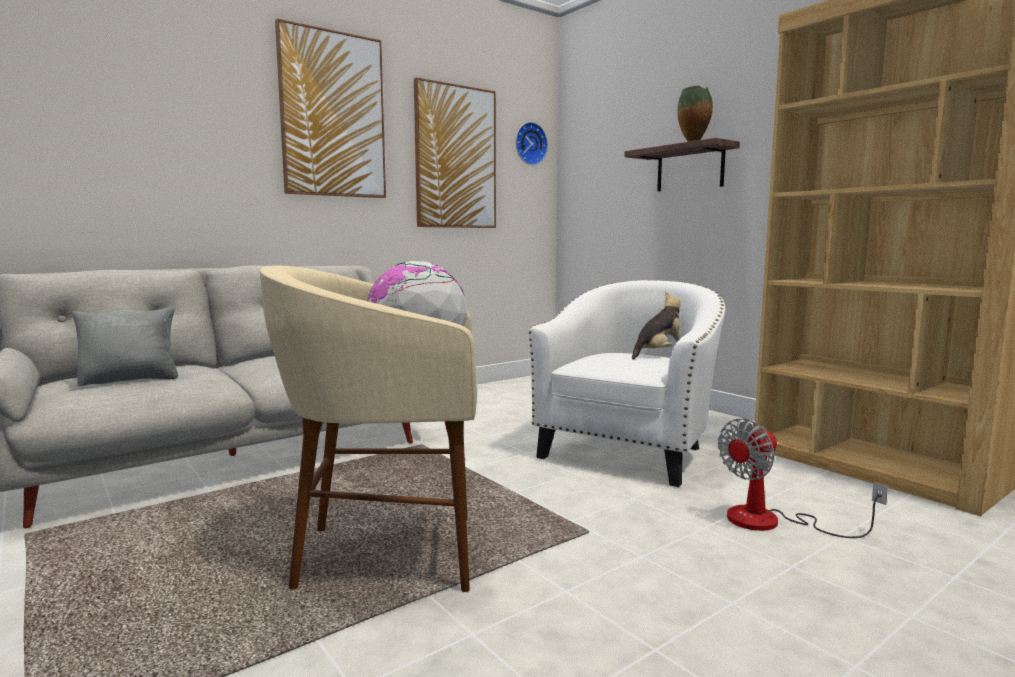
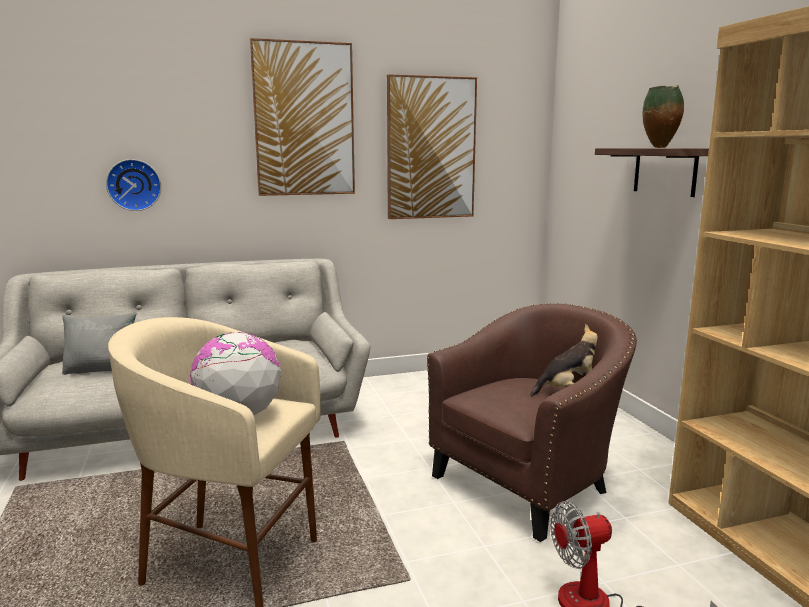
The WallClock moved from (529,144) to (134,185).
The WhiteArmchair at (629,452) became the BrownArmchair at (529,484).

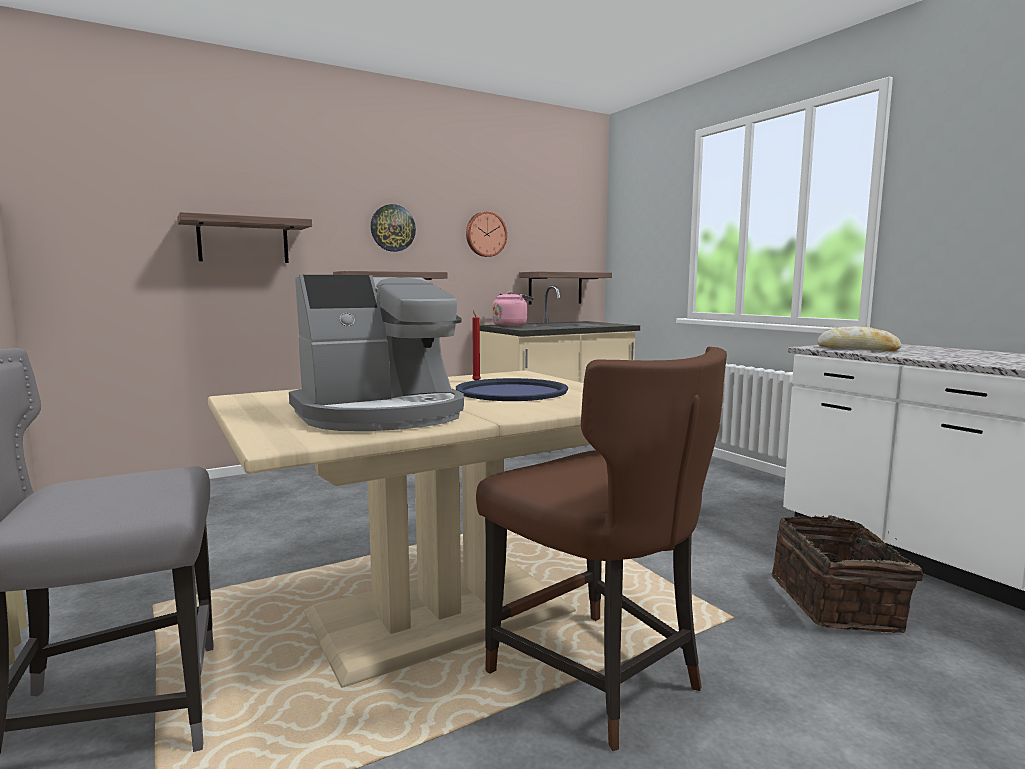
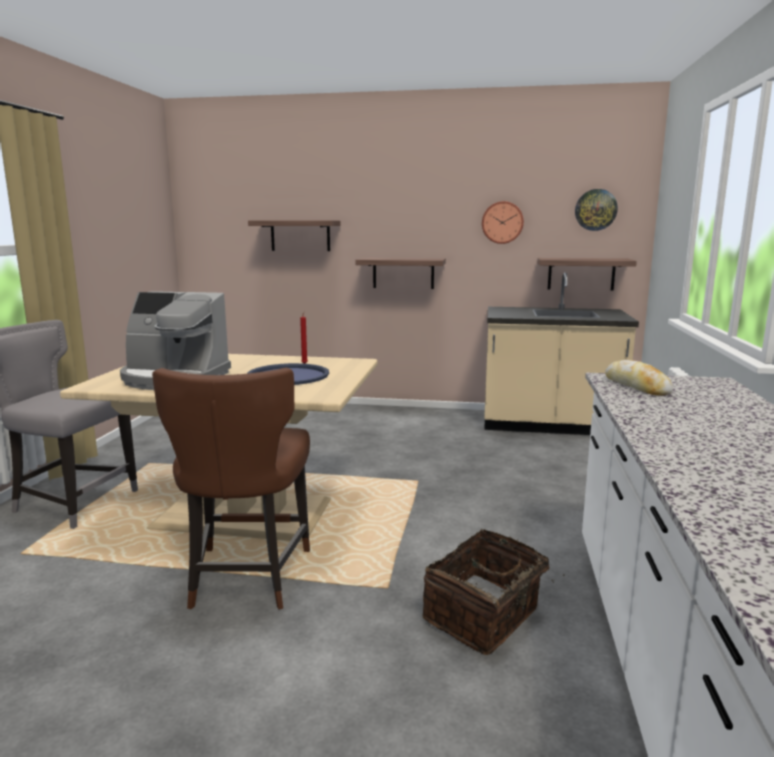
The WallClock moved from (392,228) to (595,210).
The PinkKettle at (511,325) disappeared.

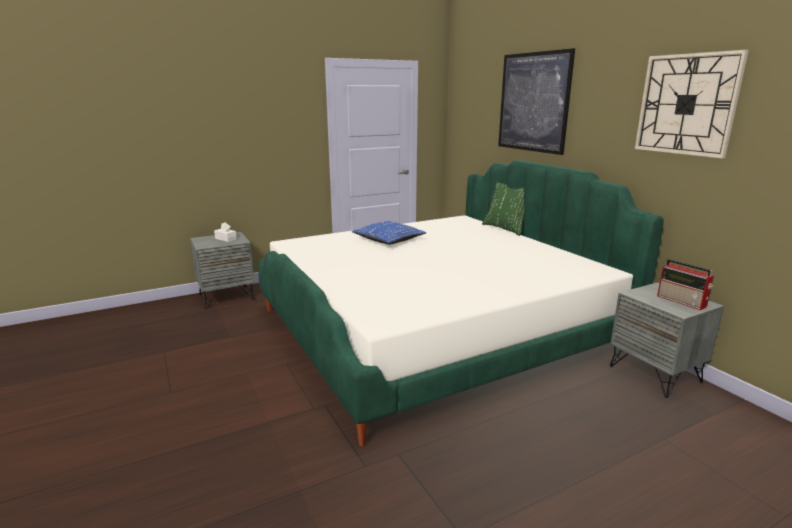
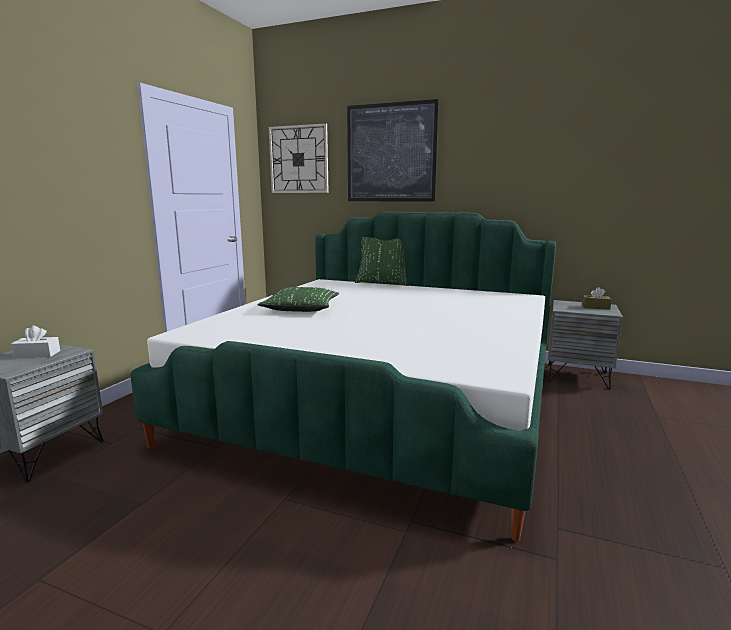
The BluePillow at (388,240) became the GreenPillow at (301,308).
The WallClock moved from (686,104) to (299,159).
The Radio at (682,301) was replaced by the BrownTissueBox at (595,307).

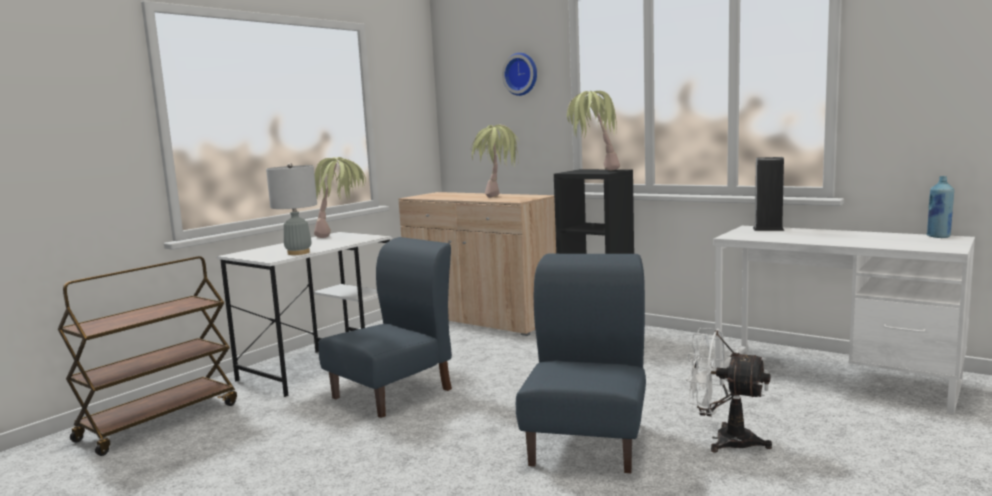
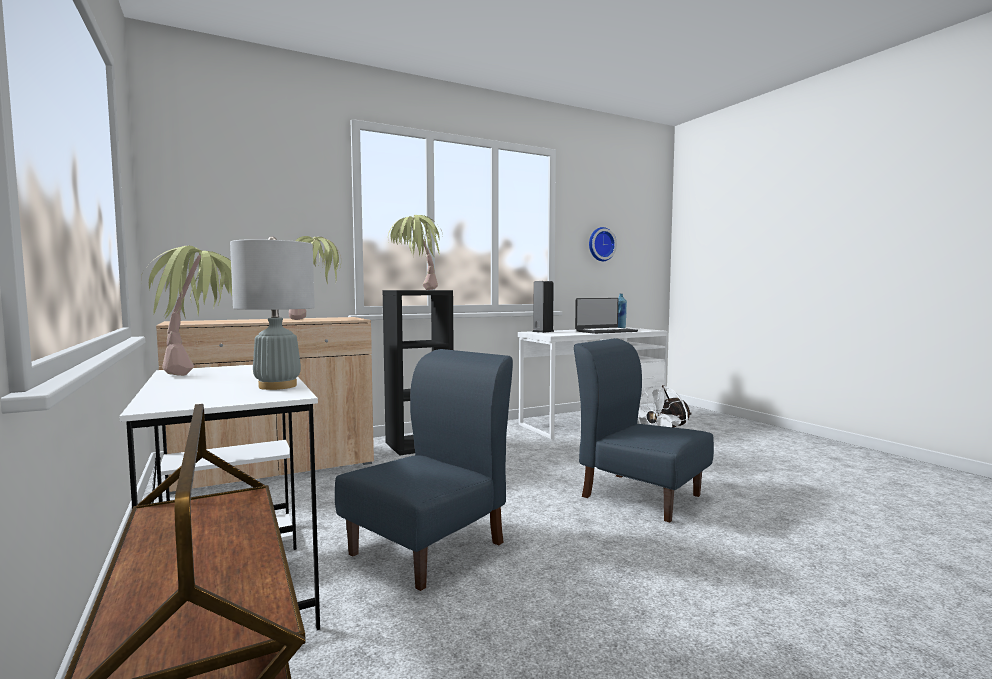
The BlueChair at (393,393) turned 60 degrees clockwise.
The Laptop at (605,331) appeared.
The WallClock moved from (521,74) to (600,244).

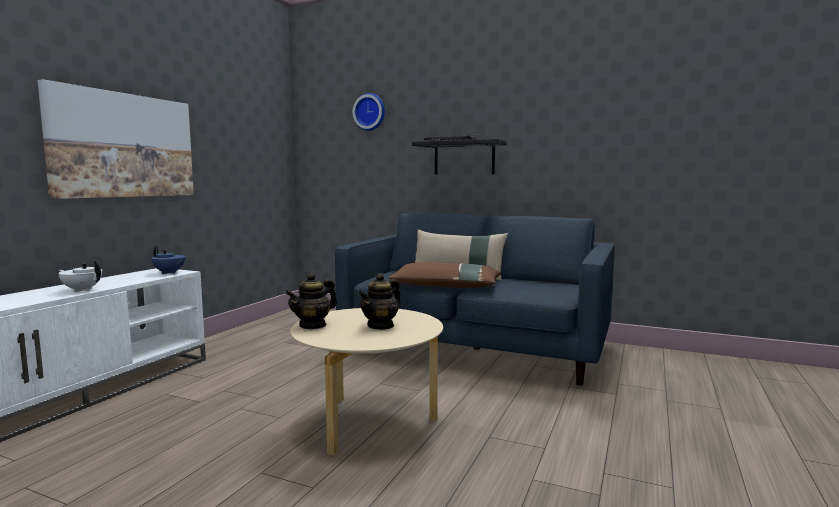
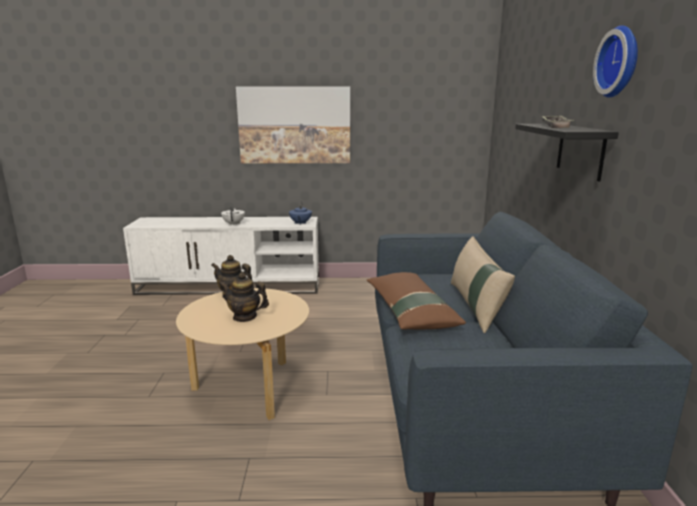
The WallClock moved from (370,112) to (620,62).

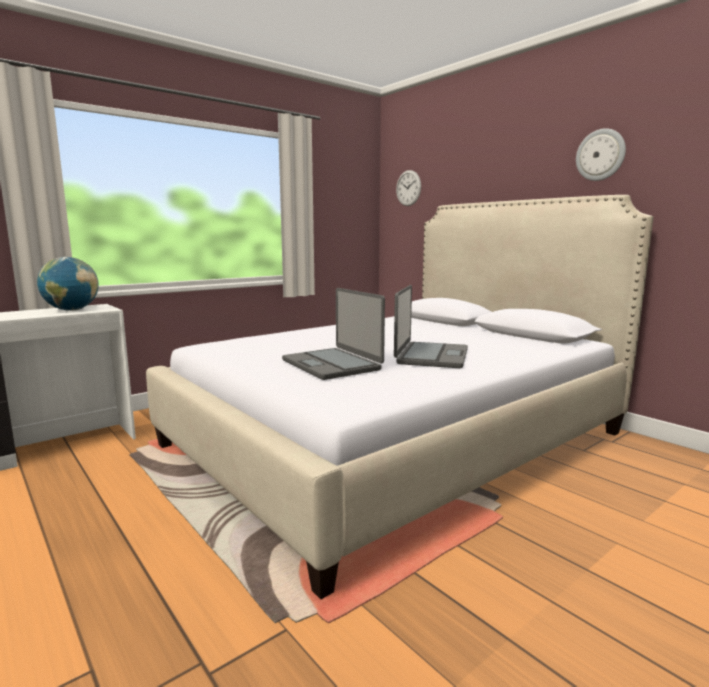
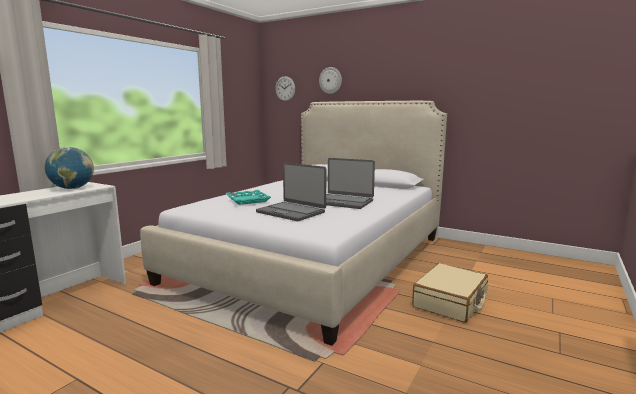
The TurquoiseTray at (247,200) appeared.
The WallClock moved from (600,155) to (330,80).
The Laptop at (431,356) turned 120 degrees clockwise.
The BeigeSuitcase at (450,302) appeared.

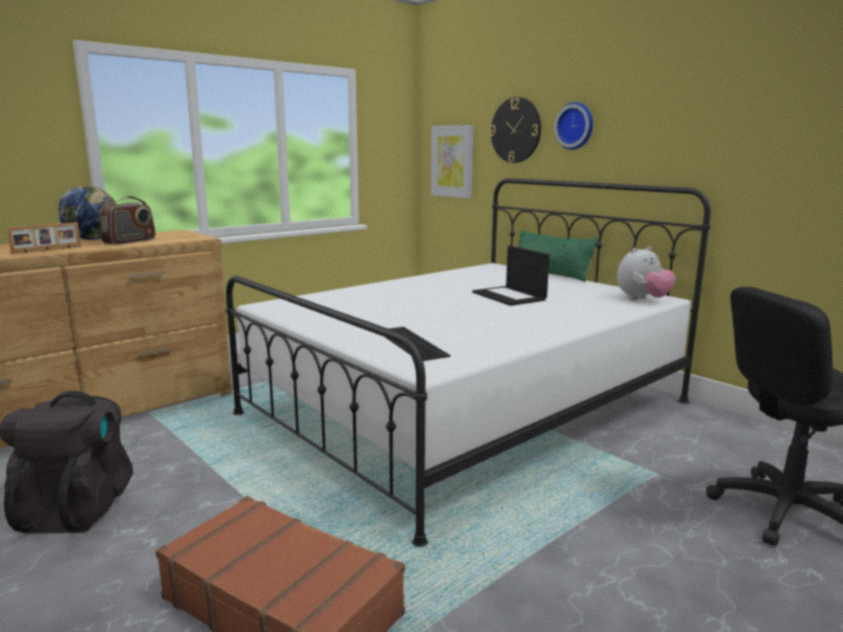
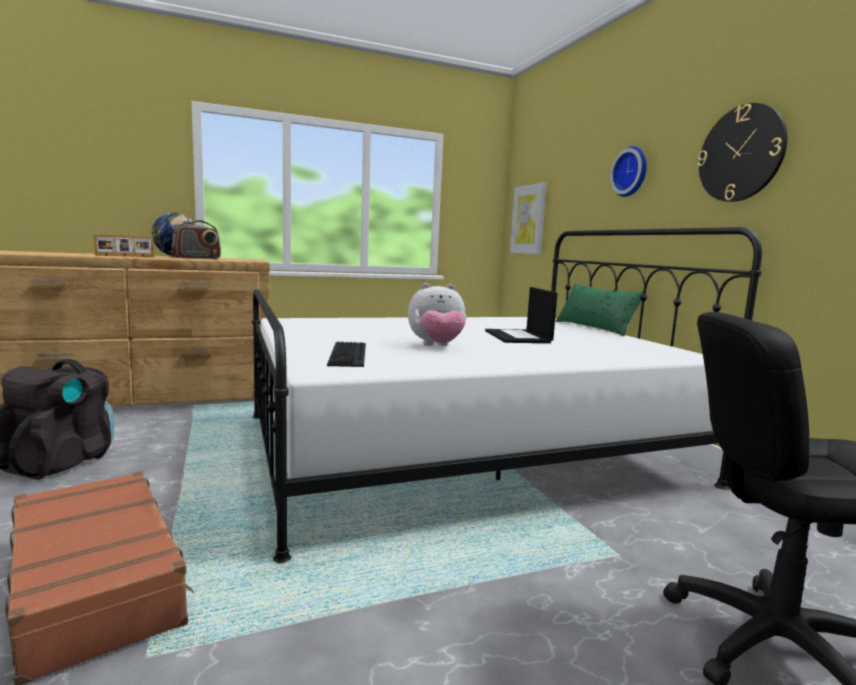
The PlushToy moved from (642,299) to (436,346).
The WallClock moved from (516,130) to (741,153).

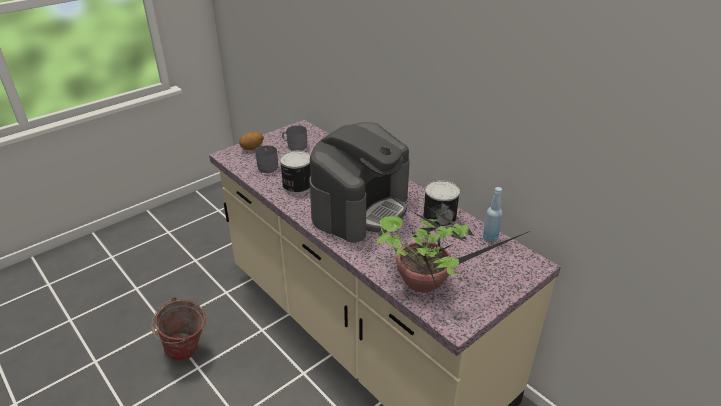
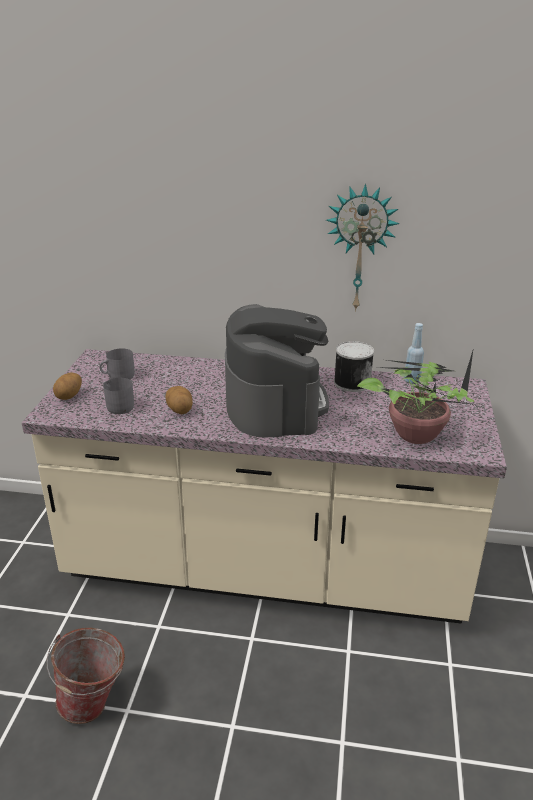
The Can at (297,185) was replaced by the Potato at (180,410).
The WallClock at (360,248) appeared.

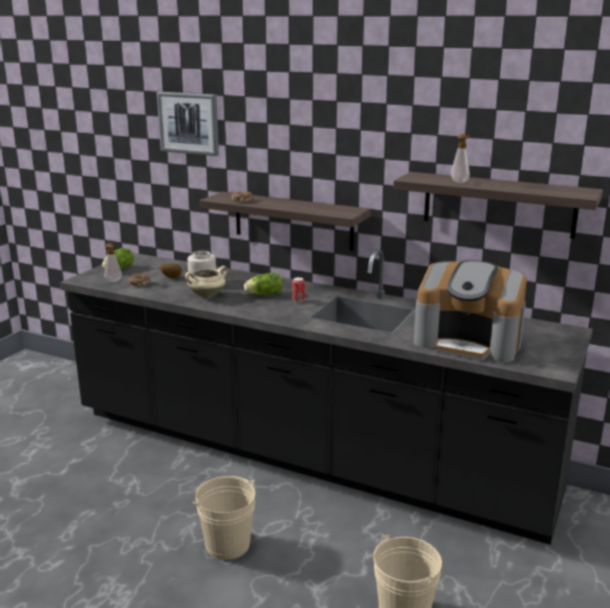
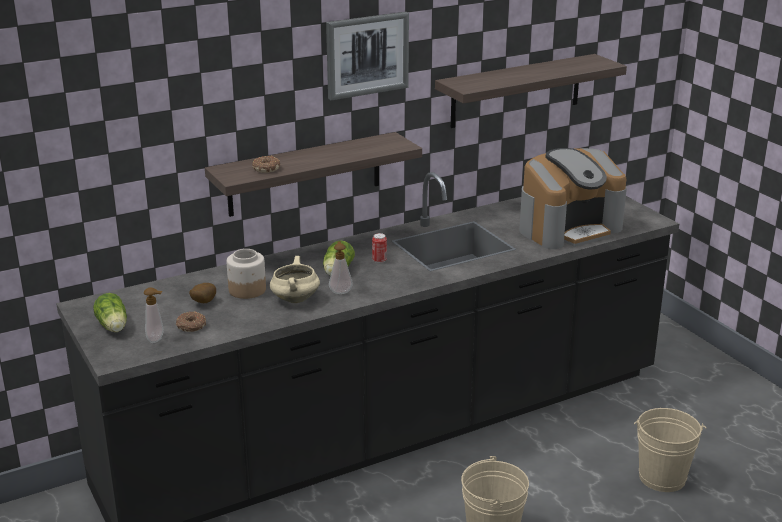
The Picture moved from (189,123) to (367,55).
The SoapDispenser moved from (460,182) to (340,291).

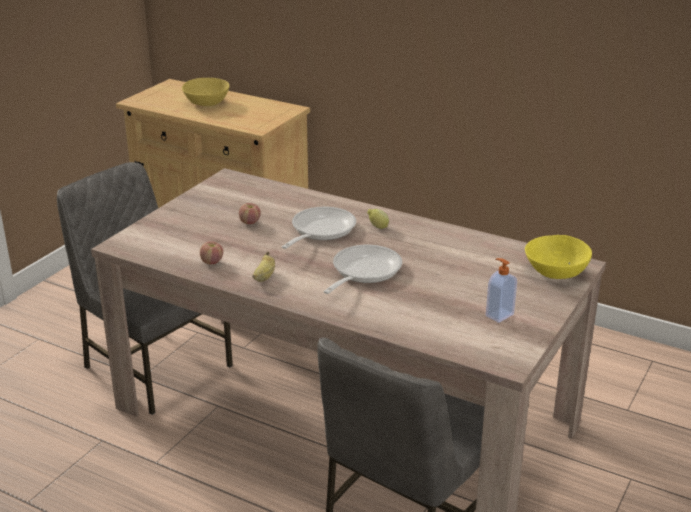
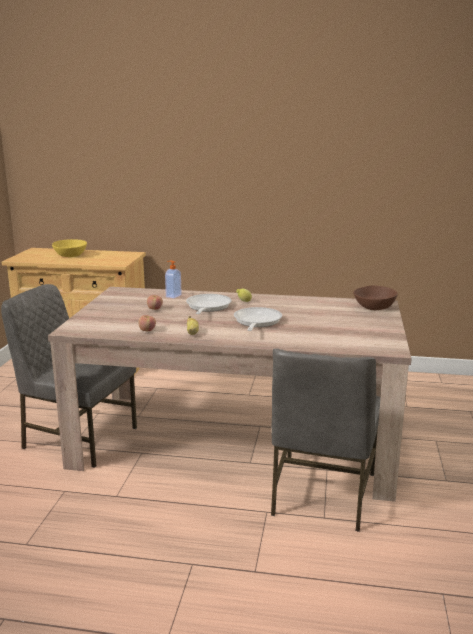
The SoapDispenser moved from (498,315) to (173,296).
The YellowBowl at (555,272) became the BrownBowl at (374,307).

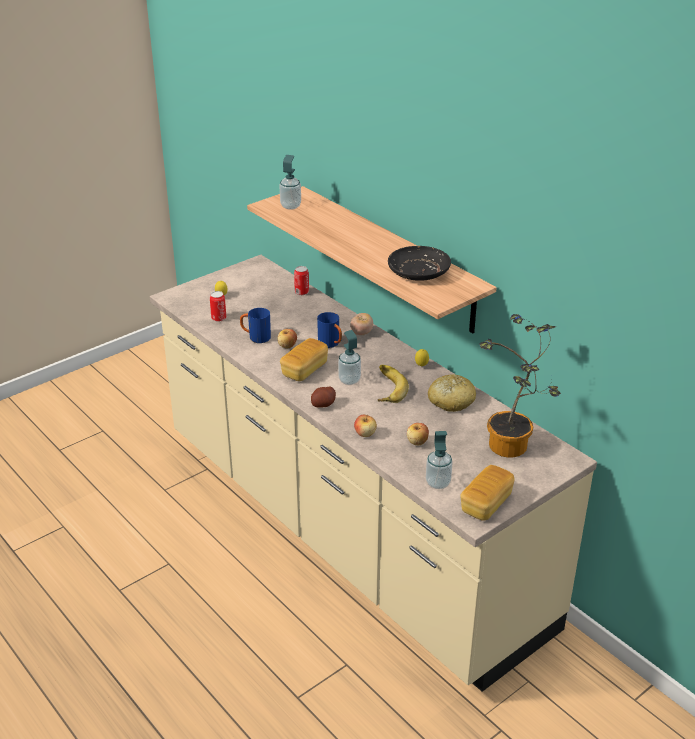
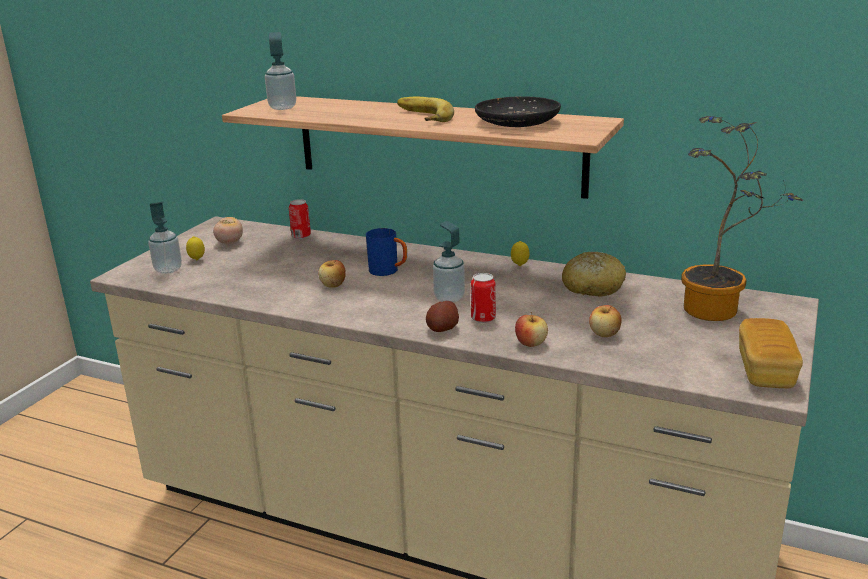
The SoapDispenser moved from (438,483) to (168,269).
The Tomato moved from (361,333) to (229,243).
The Banana moved from (386,388) to (420,117).
The Can moved from (218,318) to (483,318).
The BlueMug at (255,337) disappeared.
The Bread at (304,369) disappeared.

